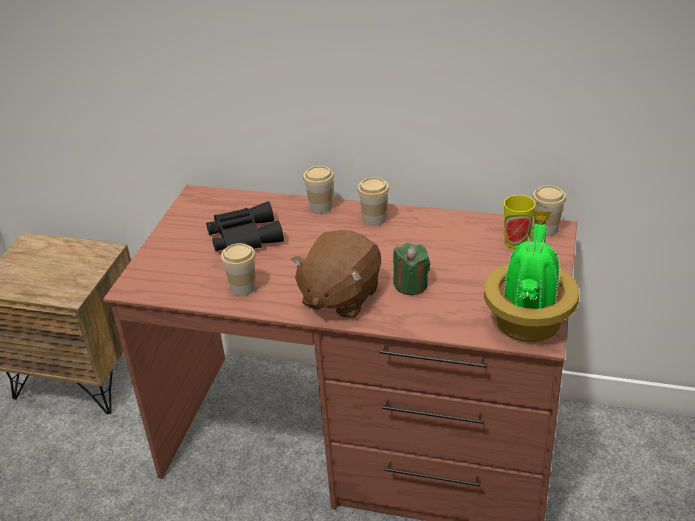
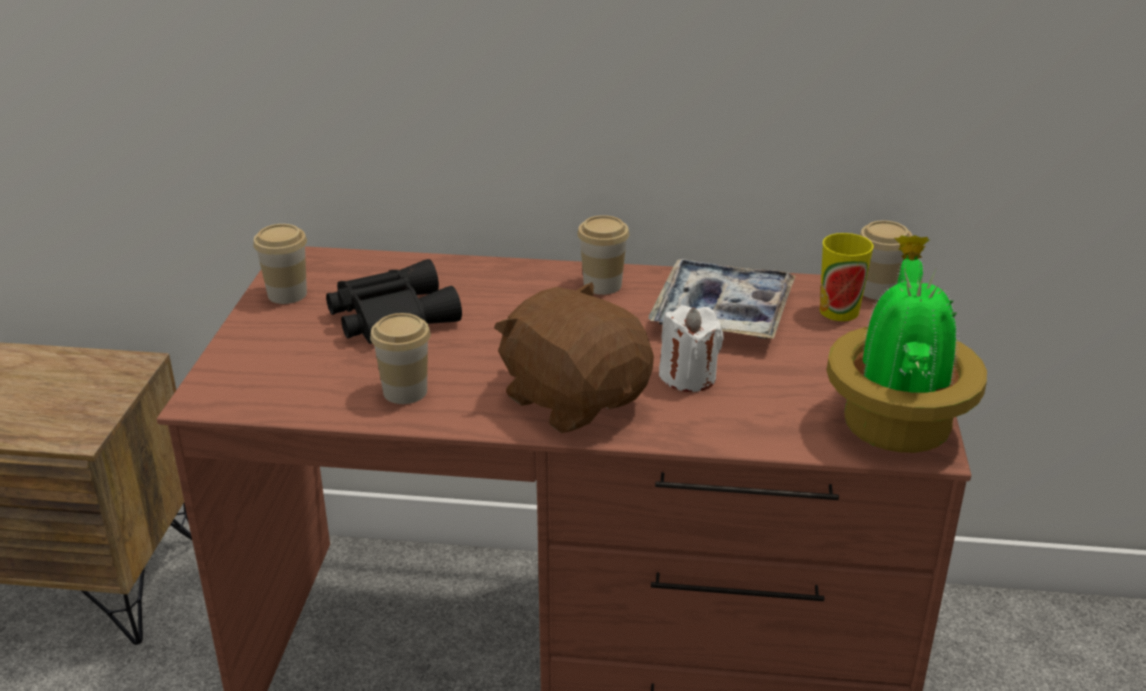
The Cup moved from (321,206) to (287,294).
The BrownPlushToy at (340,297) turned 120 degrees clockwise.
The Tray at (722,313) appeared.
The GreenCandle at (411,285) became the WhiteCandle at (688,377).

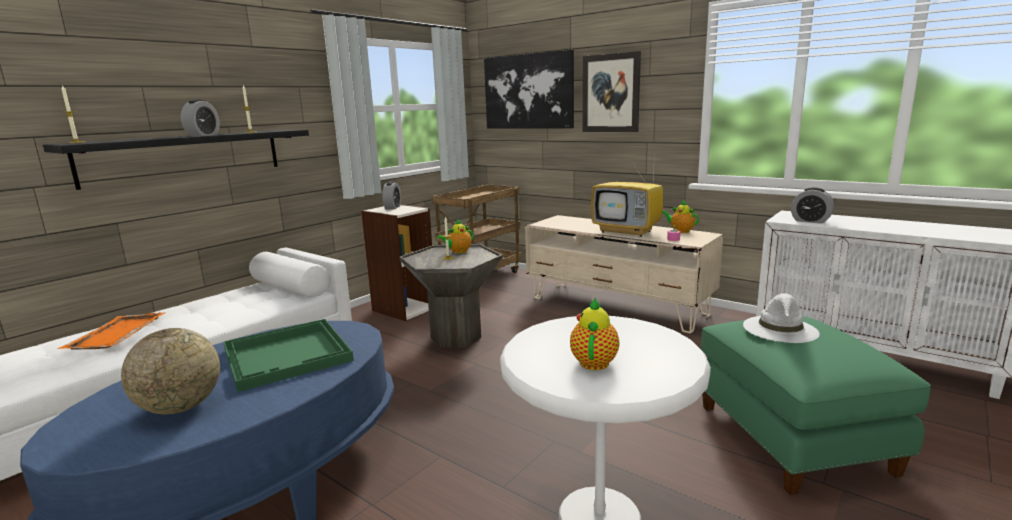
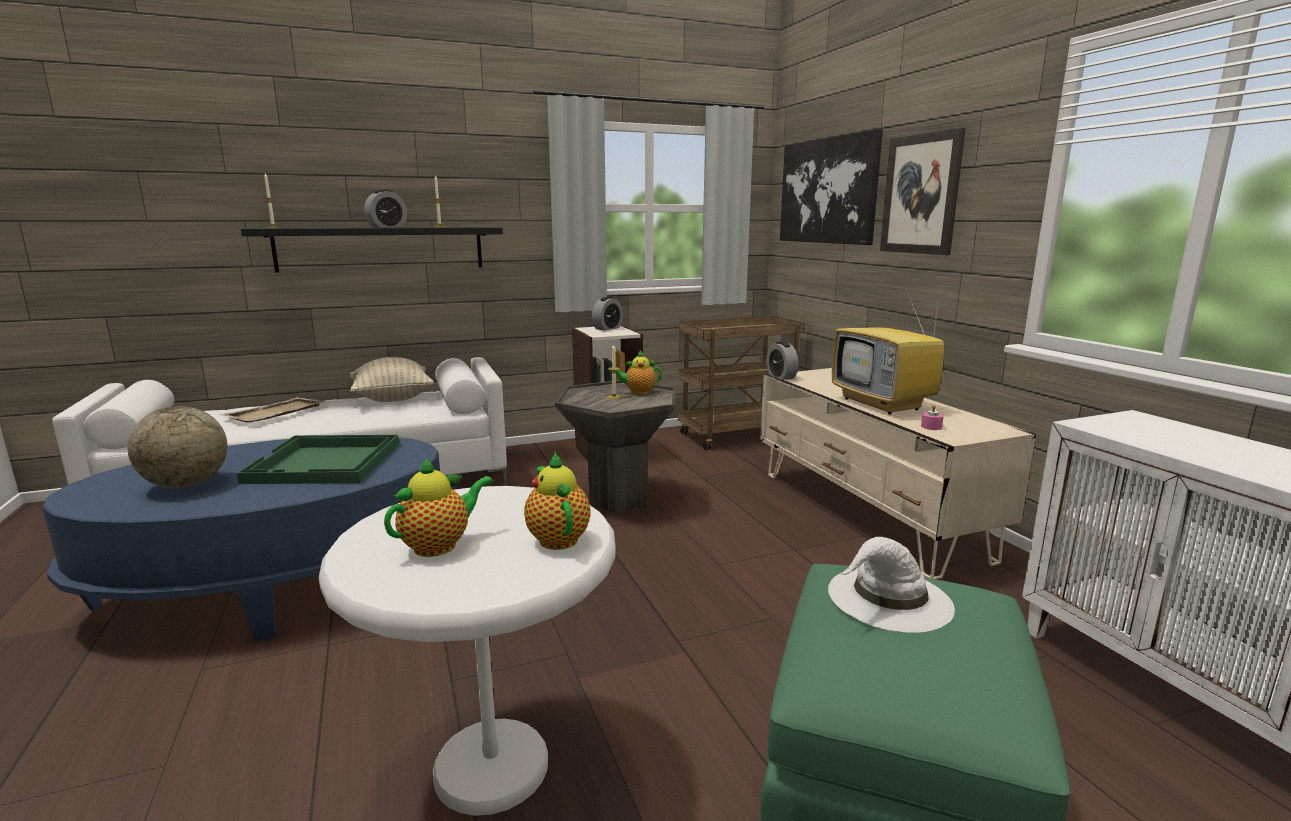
The OrangeTray at (116,334) became the BeigeTray at (274,412).
The BeigePillow at (392,398) appeared.
The Teapot moved from (680,231) to (557,538).
The AlarmClock moved from (810,221) to (781,377).

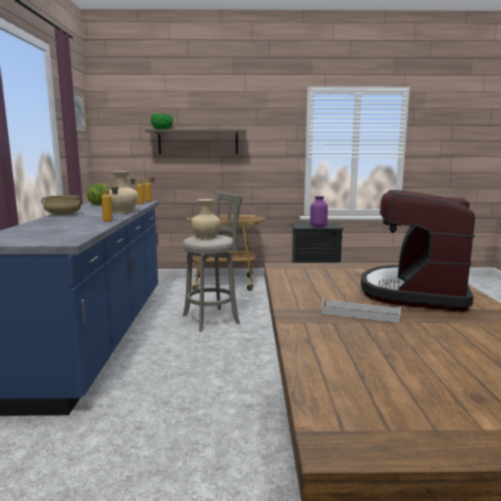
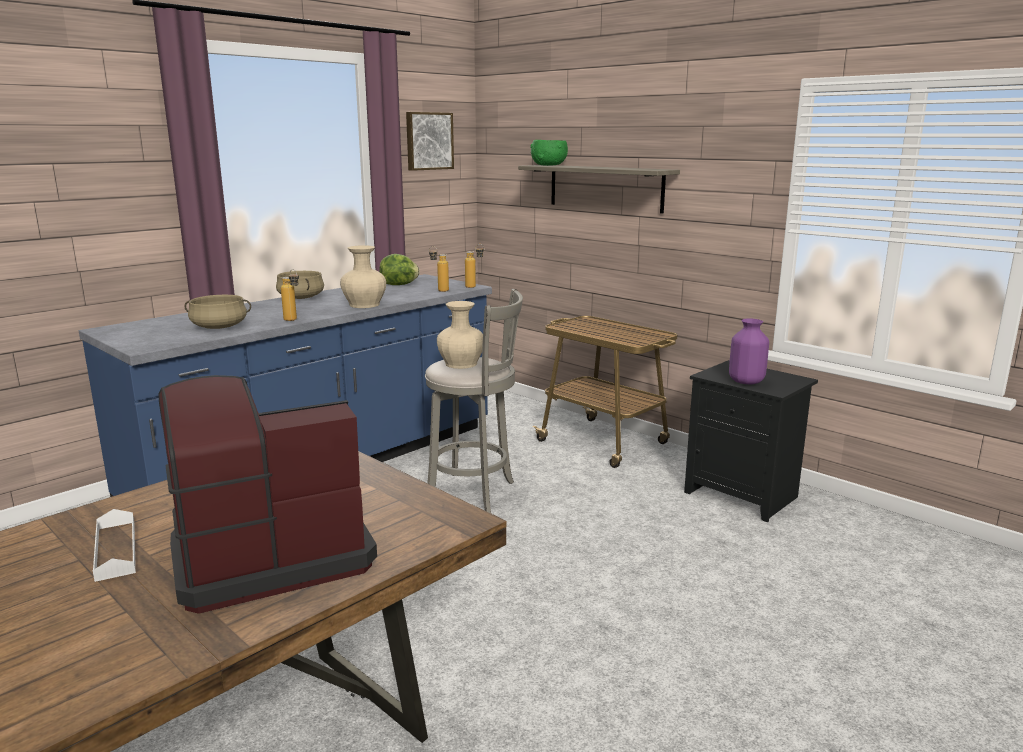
The BeigeCookingPot at (219,327) appeared.

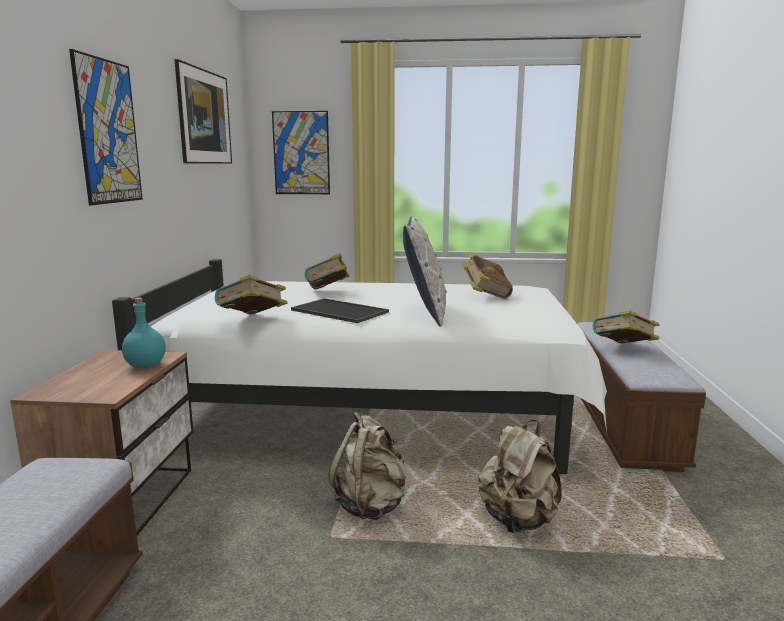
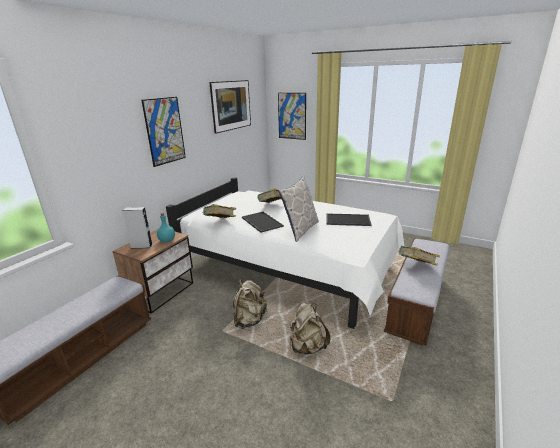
The GreySpeaker at (141,246) appeared.
The Book at (485,296) was replaced by the Tray at (347,220).

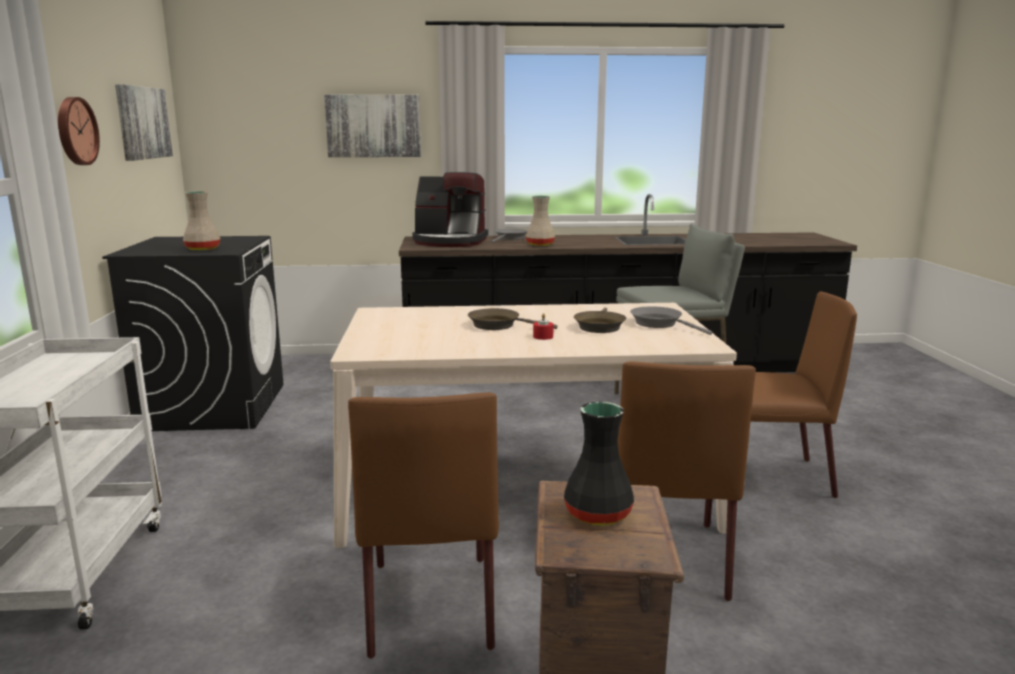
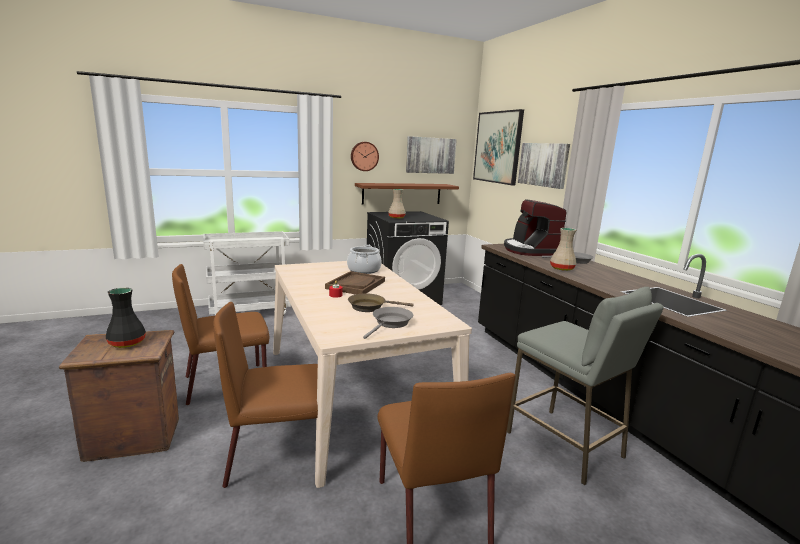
The BrownFryingPan at (498,325) was replaced by the BrownTray at (355,285).
The CookingPot at (364,270) appeared.
The BrownShelf at (402,193) appeared.
The Picture at (498,147) appeared.

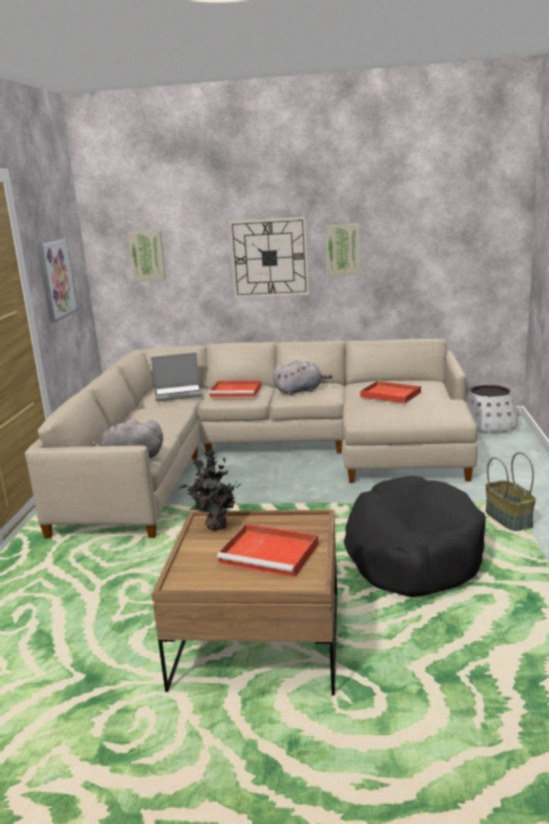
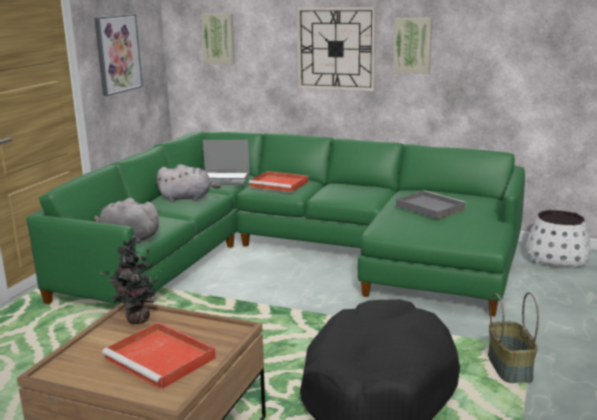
The BeigeSofa at (261,456) became the GreenSofa at (293,254).
The GreyPlushToy moved from (300,391) to (188,198).
The RedTray at (389,394) became the GreyTray at (428,207).

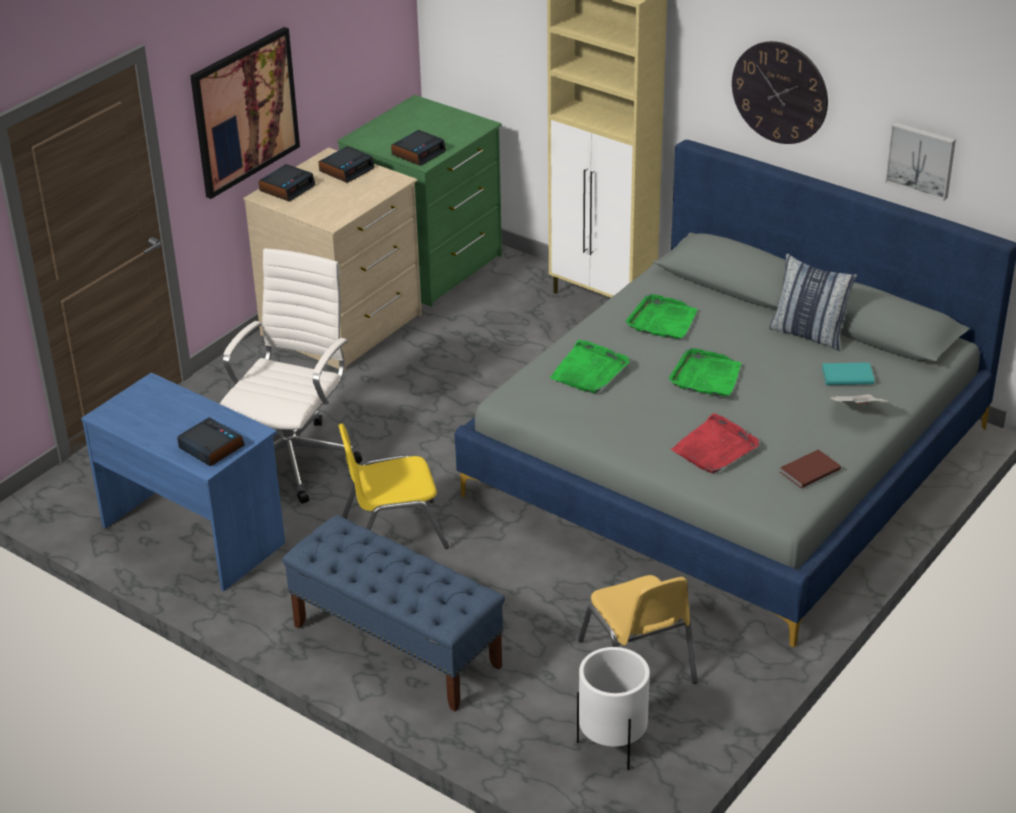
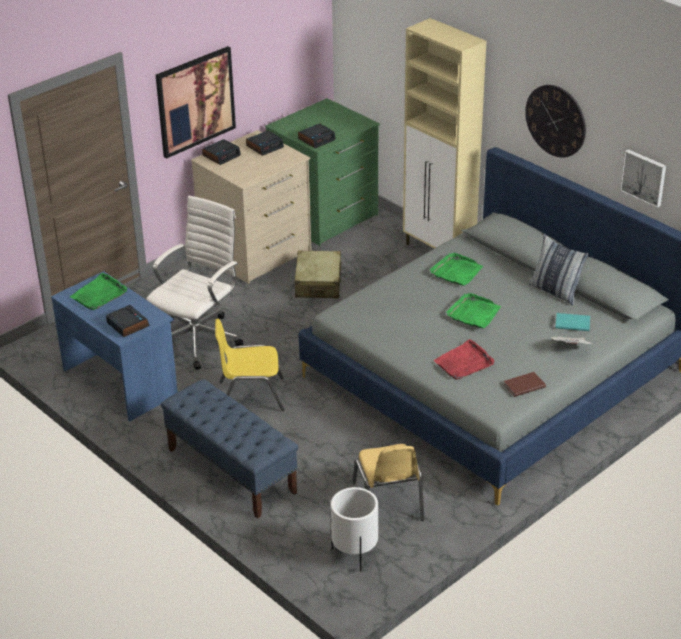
The GreenTray moved from (589,370) to (99,294).
The BeigeSuitcase at (318,283) appeared.

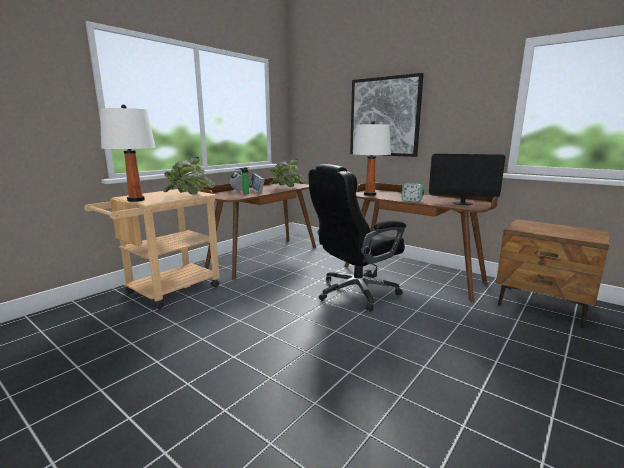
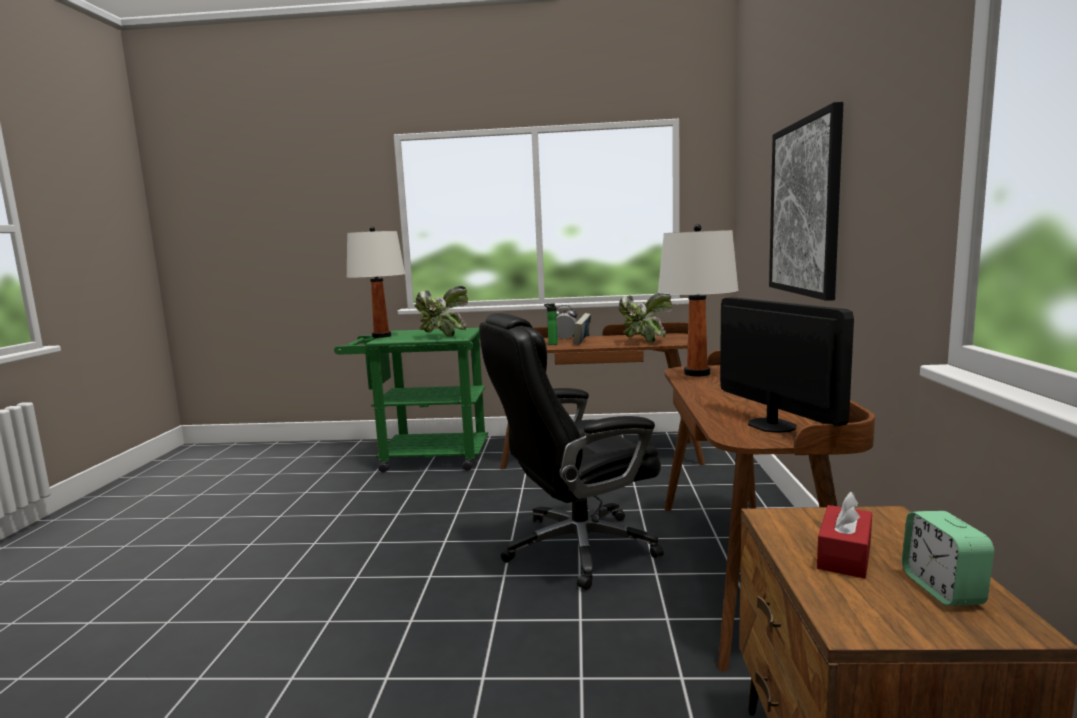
The BeigeCart at (166,292) became the GreenCart at (423,458).
The BlackOfficeChair at (355,292) turned 45 degrees counterclockwise.
The RedTissueBox at (844,555) appeared.
The AlarmClock moved from (411,201) to (942,589).

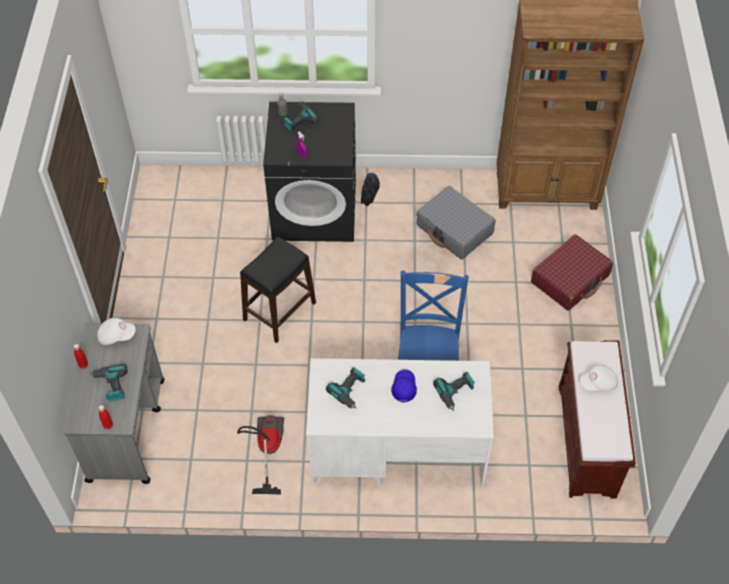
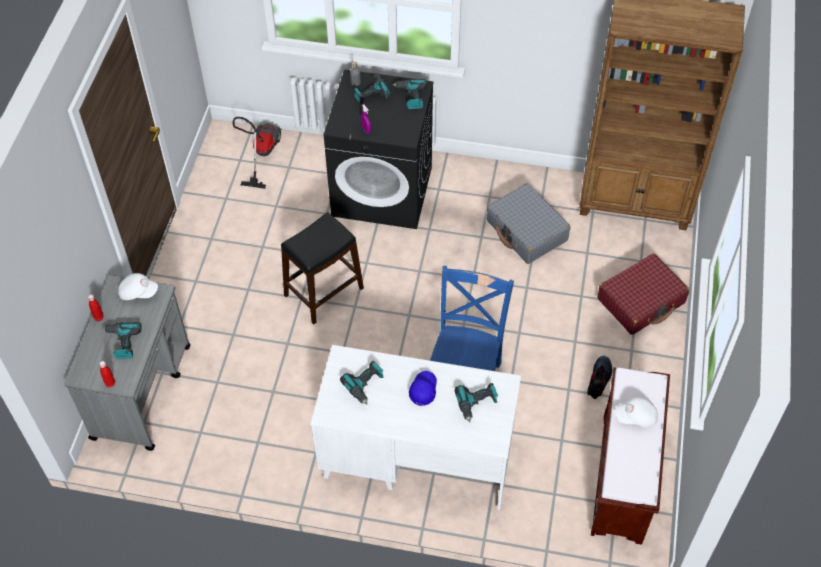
The VacuumCleaner moved from (266,450) to (261,154).
The PowerDrill at (411,97) appeared.
The Boot moved from (369,192) to (599,380).

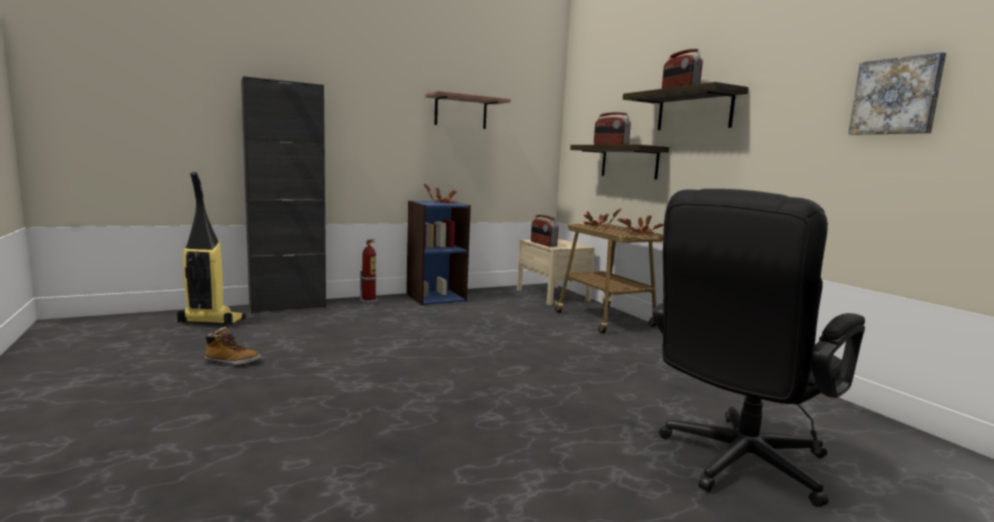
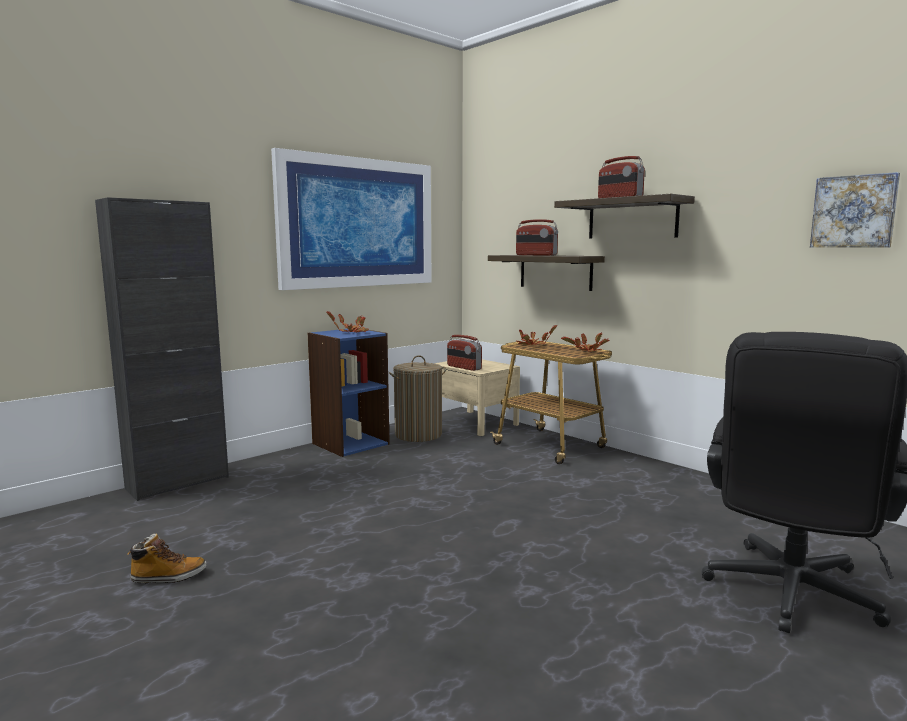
The Shelf at (460,112) was replaced by the Picture at (358,223).
The LaundryBasket at (418,434) appeared.
The VacuumCleaner at (211,321) disappeared.
The FireExtinguisher at (369,301) disappeared.

